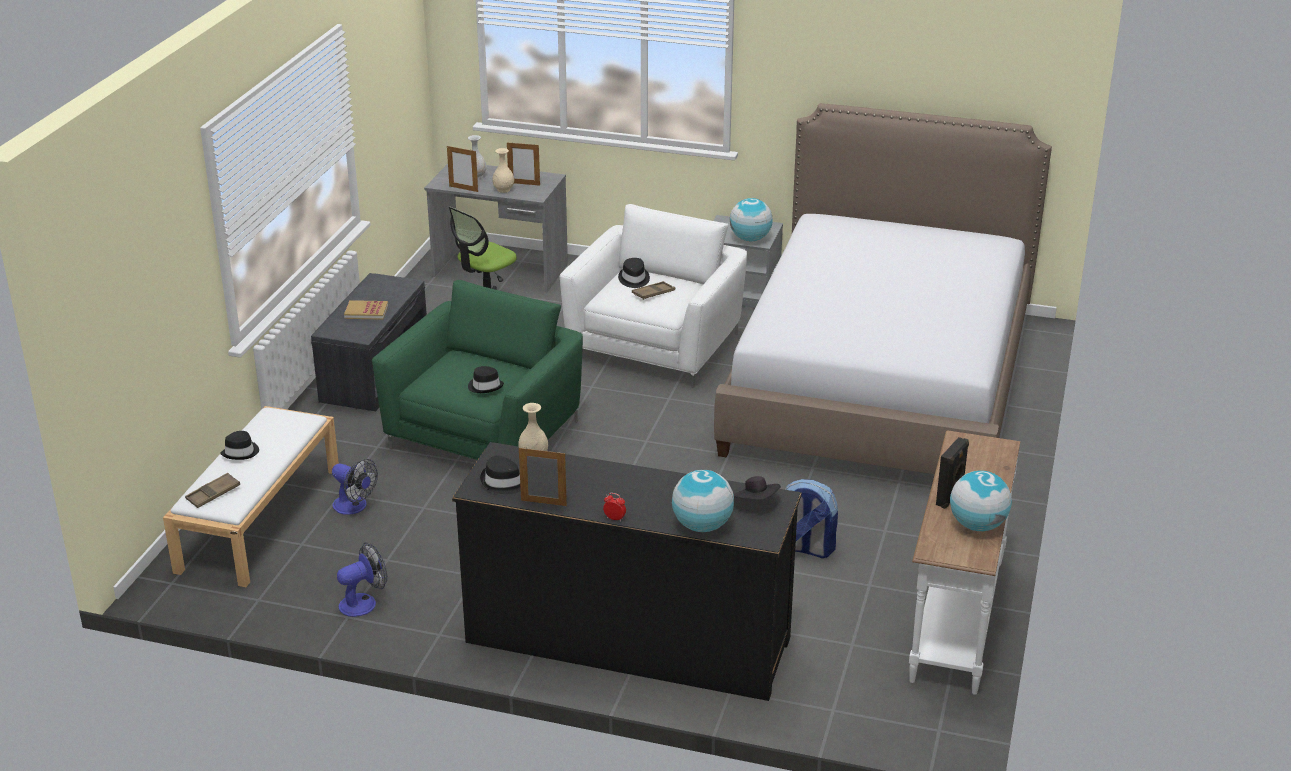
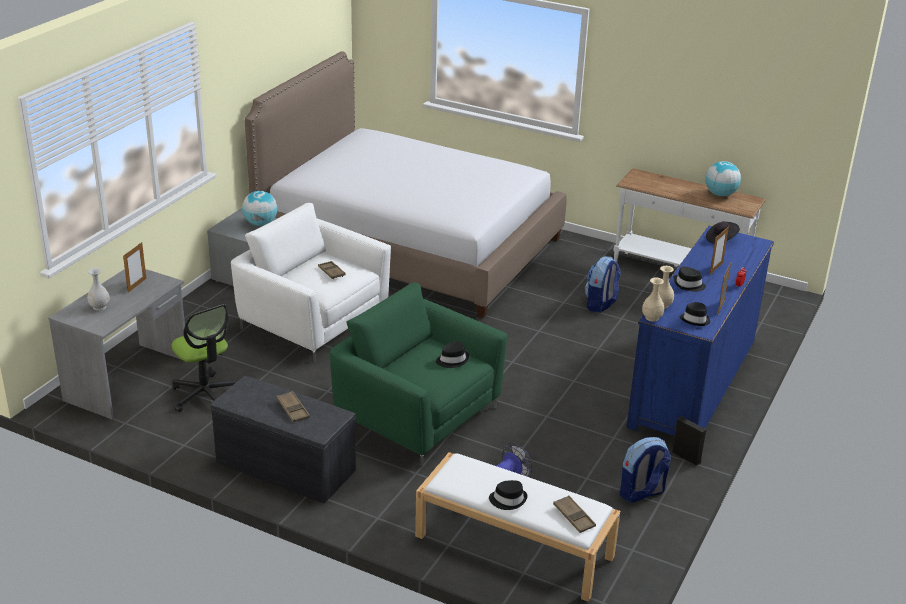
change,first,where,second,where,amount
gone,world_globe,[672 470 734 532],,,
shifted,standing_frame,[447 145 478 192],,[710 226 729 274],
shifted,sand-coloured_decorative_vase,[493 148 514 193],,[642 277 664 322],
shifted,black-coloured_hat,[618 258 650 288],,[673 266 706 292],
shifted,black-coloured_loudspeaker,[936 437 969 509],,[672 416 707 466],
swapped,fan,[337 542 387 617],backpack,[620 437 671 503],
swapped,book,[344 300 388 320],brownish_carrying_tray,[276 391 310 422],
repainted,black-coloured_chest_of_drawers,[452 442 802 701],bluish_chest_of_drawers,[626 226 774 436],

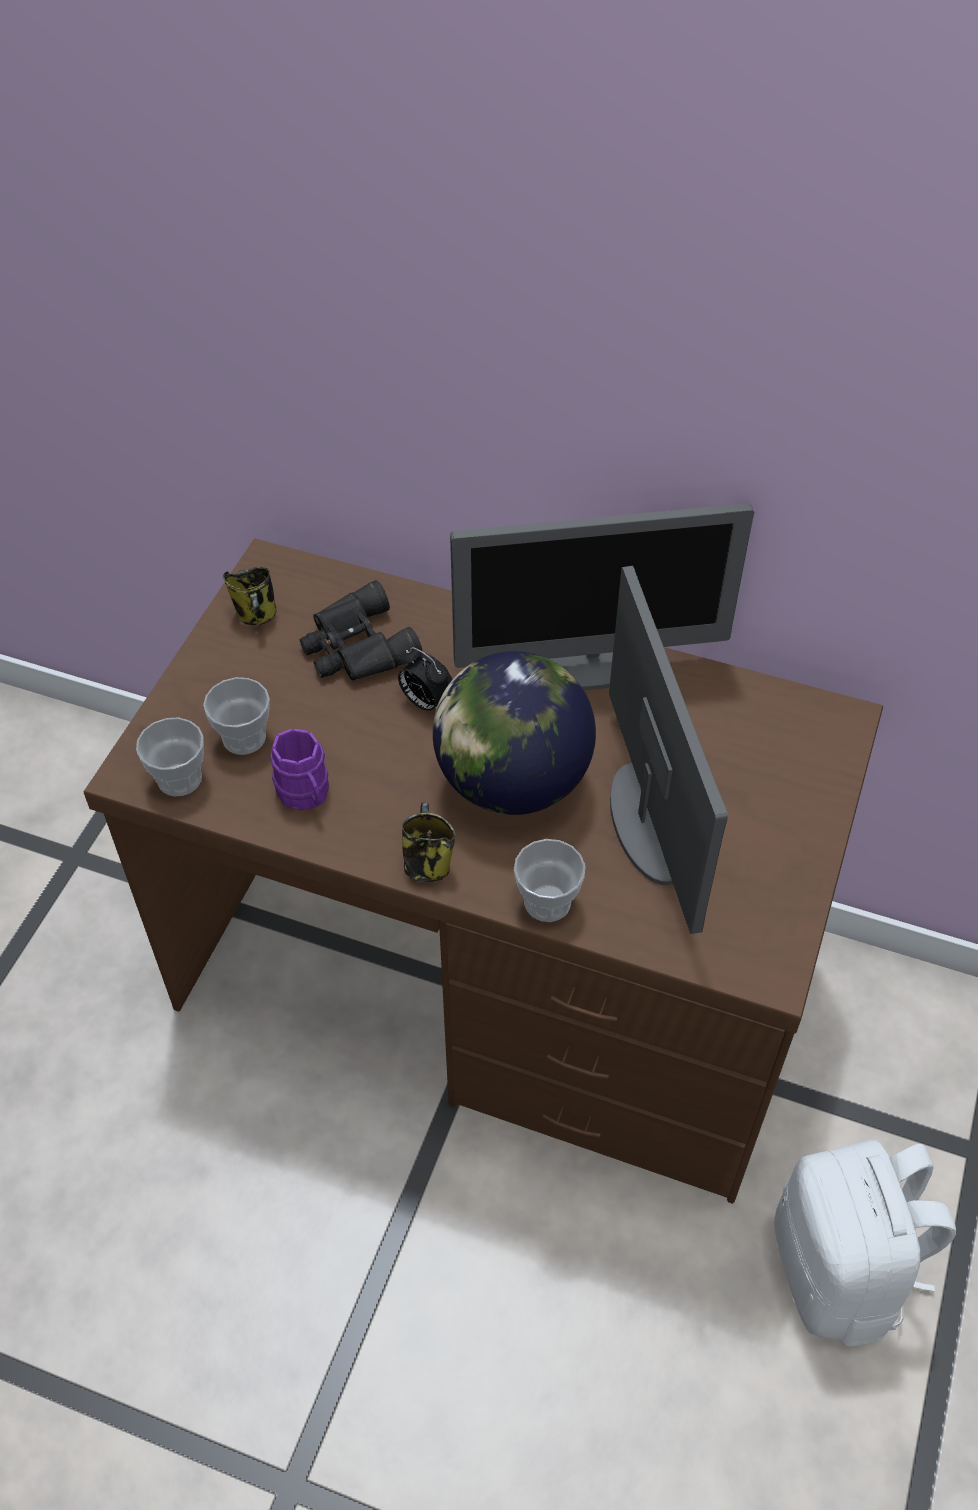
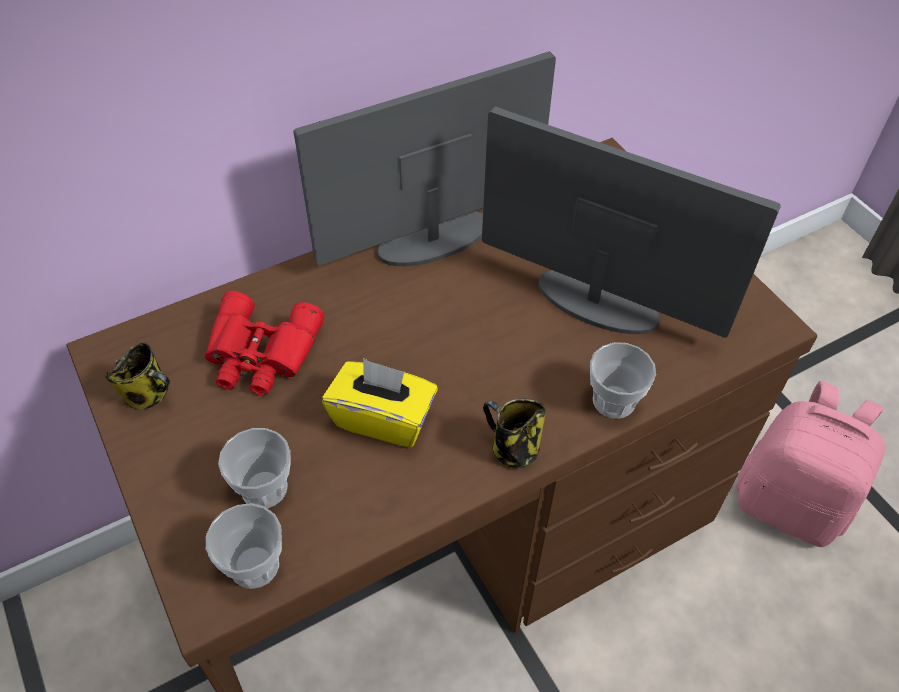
change,first,where,second,where,amount
gone,purple-coloured_tea_mug,[270 729 329 810],,,
gone,alarm_clock,[398 647 453 711],,,
gone,world_globe,[433 651 596 815],,,
new,,,yellow_tissue_holder,[322 358 438 447],
repainted,black-coloured_field_glasses,[299 580 423 680],reddish_field_glasses,[205 291 324 396],
repainted,white-coloured_backpack,[774 1140 956 1347],pinkish_backpack,[736 381 885 547],
rotated,computer_screen,[450 503 754 690],,[293 52 556 266],150 degrees counterclockwise

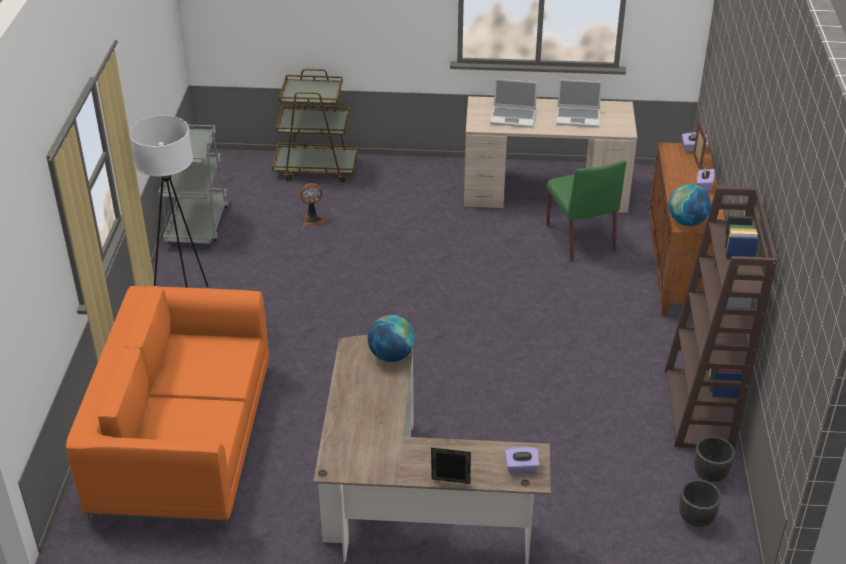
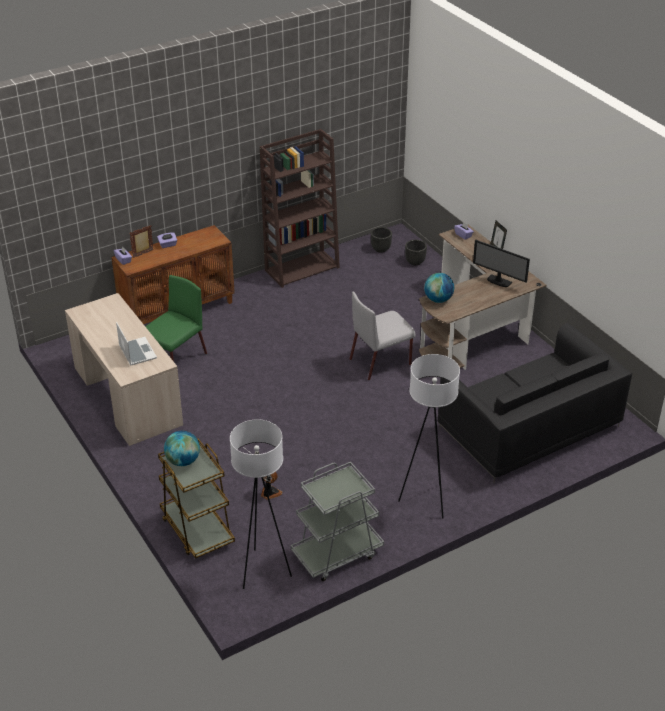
change,first,where,second,where,amount
gone,notebook_computer,[556 79 602 127],,,
new,,,white-coloured_floor_lamp,[230 419 292 589],
new,,,greyish_plain_chair,[349 291 416 380],
new,,,computer_screen,[473 240 530 287],
shifted,world_globe,[668 184 711 226],,[164 431 200 466],
shifted,black-coloured_planter,[694 436 735 482],,[405 240 427 265],
repainted,orange_settee,[66 286 269 529],black-coloured_settee,[438 323 632 483],

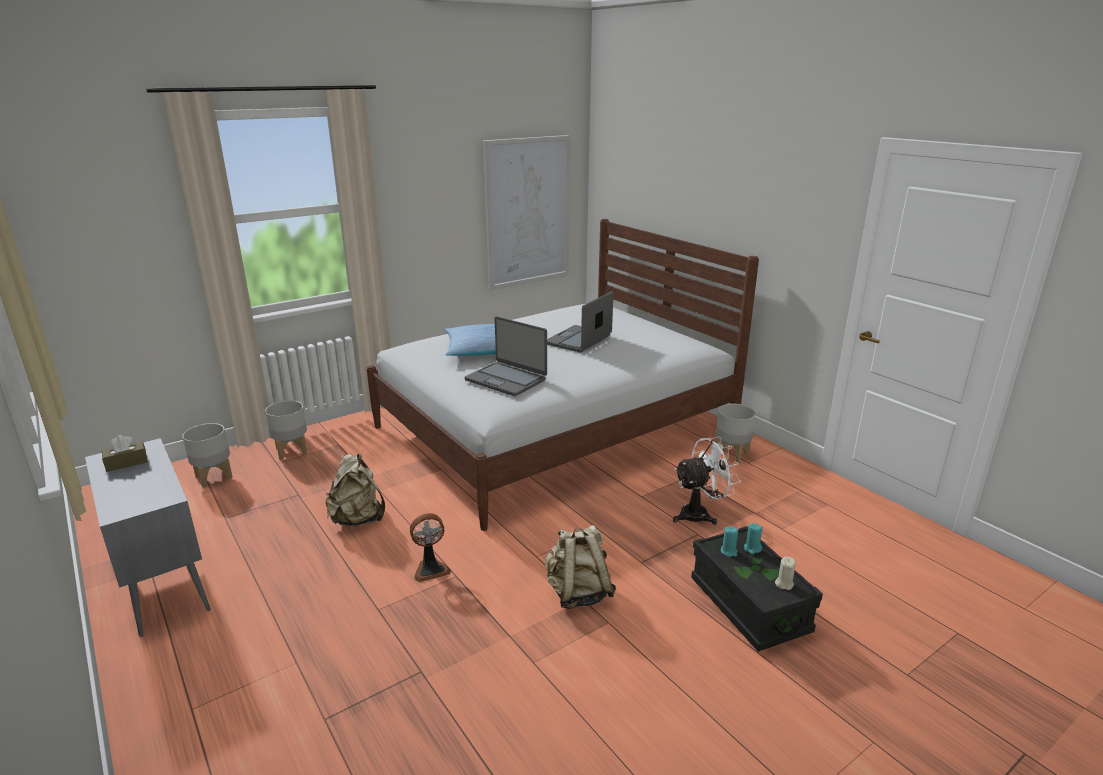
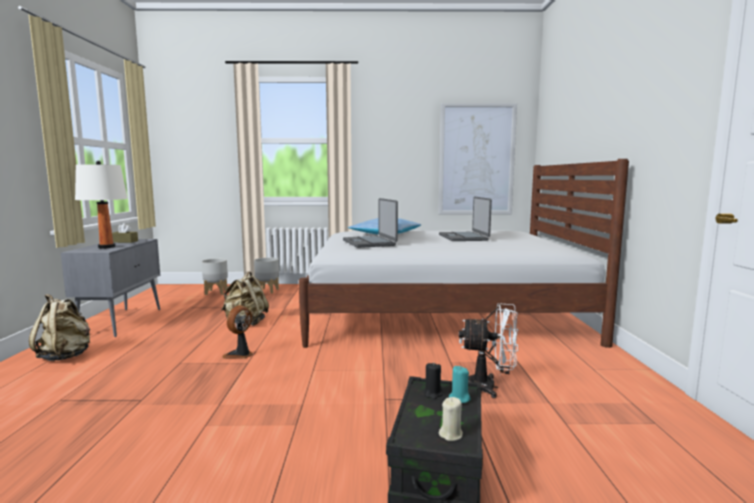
change,first,where,second,where,amount
gone,greyish_planter,[716 404 756 463],,,
new,,,white-coloured_lamp_for_a_table,[75 161 128 249],
shifted,sand-coloured_backpack,[545 525 616 609],,[29 294 90 361],
repainted,turquoise_candle,[721 527 738 557],black-coloured_candle,[424 363 443 399],
rotated,fan,[410 513 451 582],,[222 305 253 359],105 degrees clockwise
rotated,notebook_computer,[547 291 613 353],,[439 196 492 241],75 degrees counterclockwise

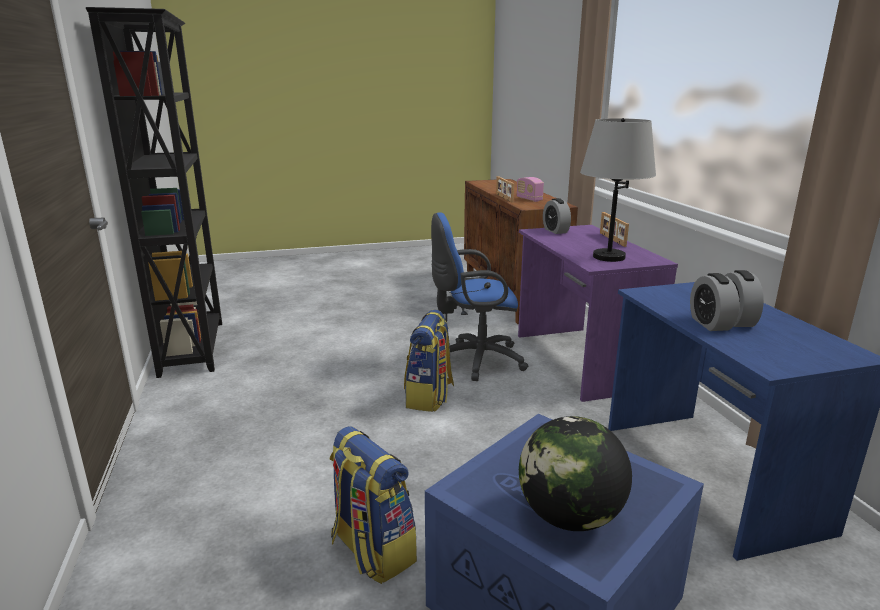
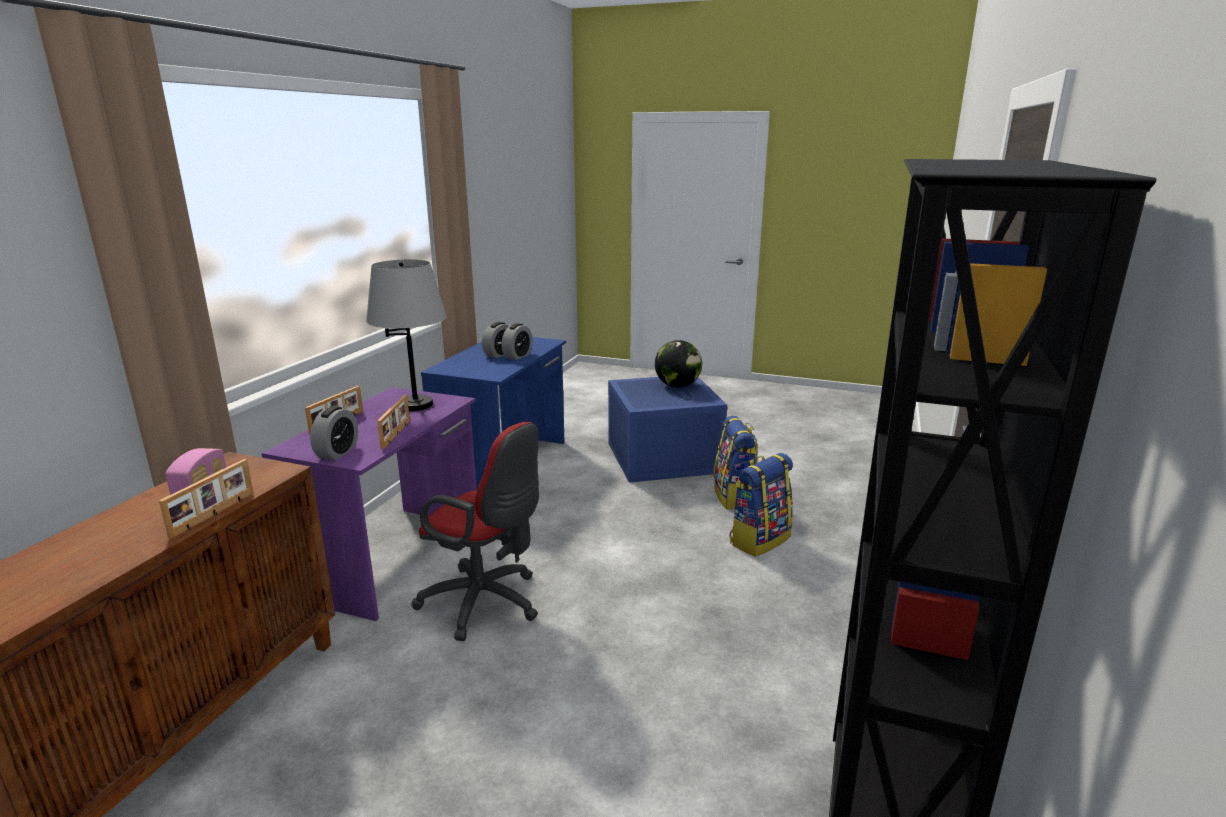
change,first,where,second,where,amount
new,,,standing_frame,[377 395 410 449],
shifted,backpack,[404 310 454 412],,[730 453 793 557],
repainted,bluish_desk_chair,[431 212 528 381],reddish_desk_chair,[411 422 539 641],

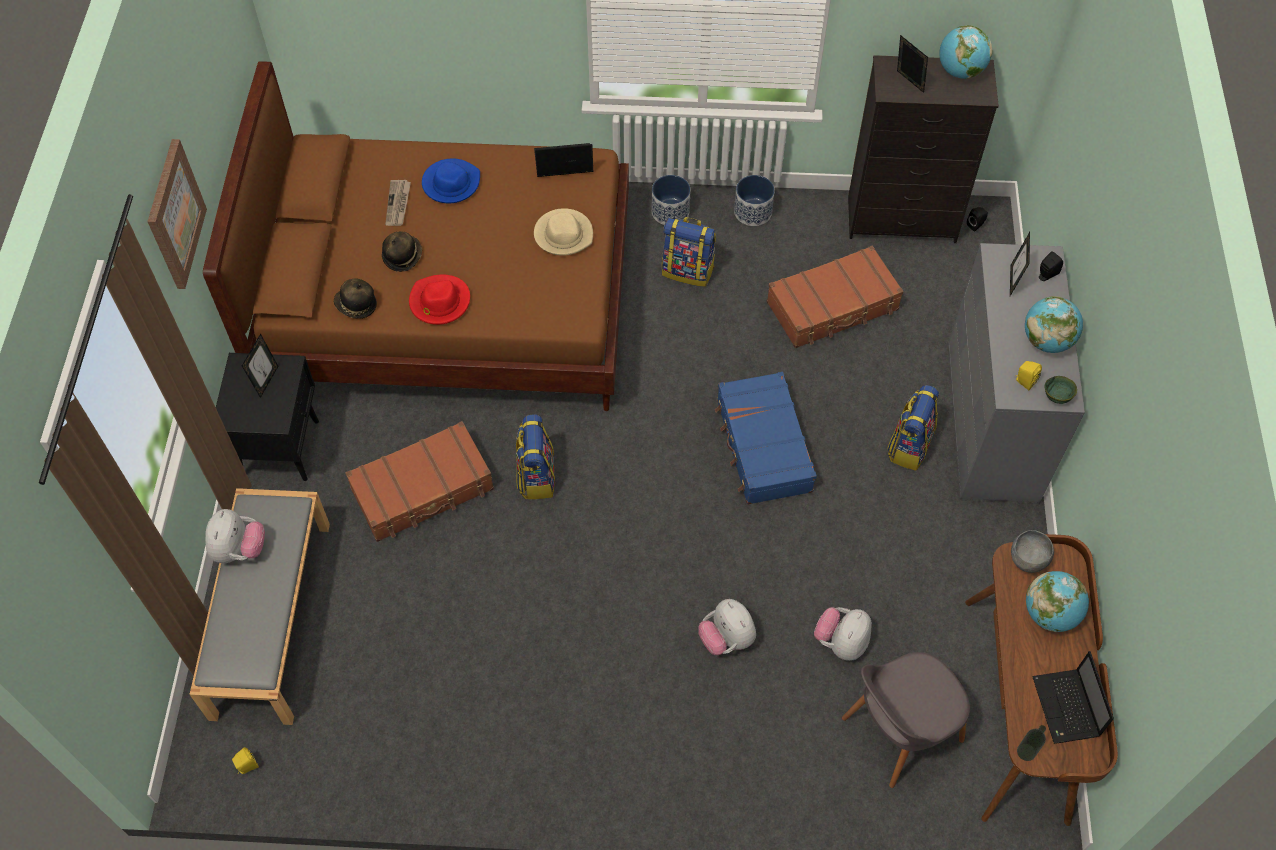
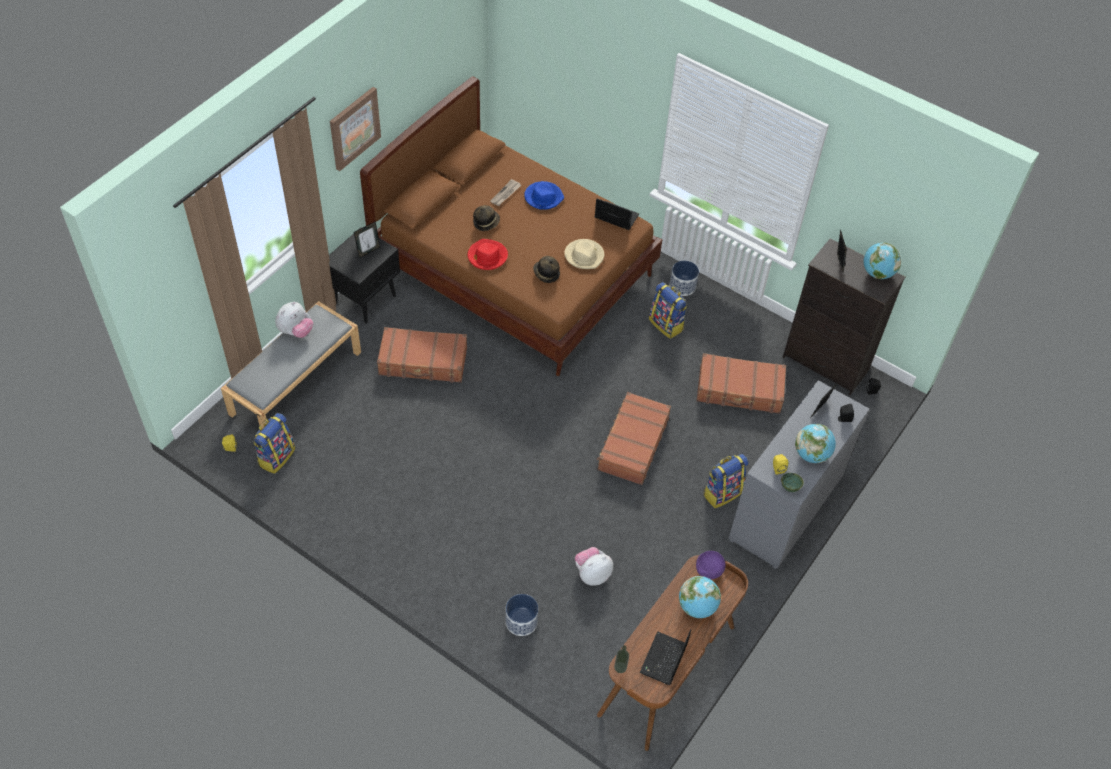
change,first,where,second,where,amount
gone,soft_toy,[698 599 756 655],,,
gone,greyish_plain_chair,[842 652 970 788],,,
shifted,hat,[334 278 377 319],,[533 256 560 283],
shifted,backpack,[516 414 555 499],,[253 413 295 474],
shifted,planter,[734 175 775 226],,[505 594 538 636],
repainted,bluish_travel_case,[715 372 817 505],brownish_travel_case,[597 392 671 485],
repainted,greyish_serving_bowl,[1011 530 1054 573],purple-coloured_serving_bowl,[696 551 726 579],

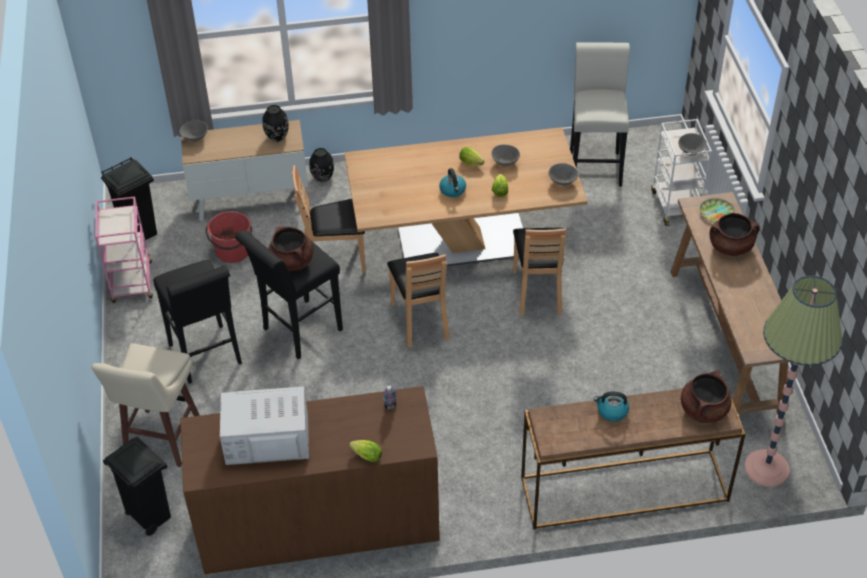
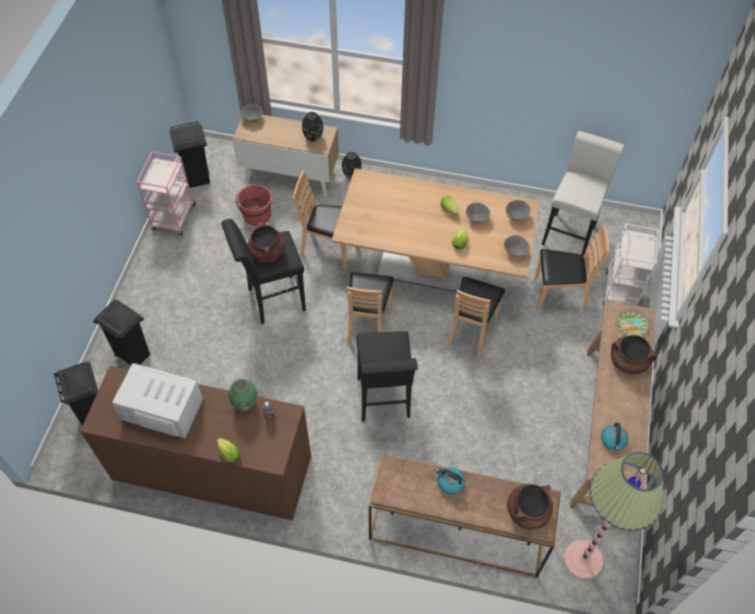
change,first,where,second,where,amount
new,,,green-coloured_decorative_vase,[229 379 257 411],
new,,,brownish_plain_chair,[534 224 609 311],
shifted,black-coloured_sitting_stool,[153 260 242 384],,[356 331 418 421],
shifted,tea_kettle,[439 168 466 197],,[601 423 628 451],
shifted,greyish_serving_bowl,[678 133 707 156],,[506 200 531 220],
swapped,sand-coloured_sitting_stool,[92 343 200 467],black-coloured_trash_can,[93 299 150 365],

